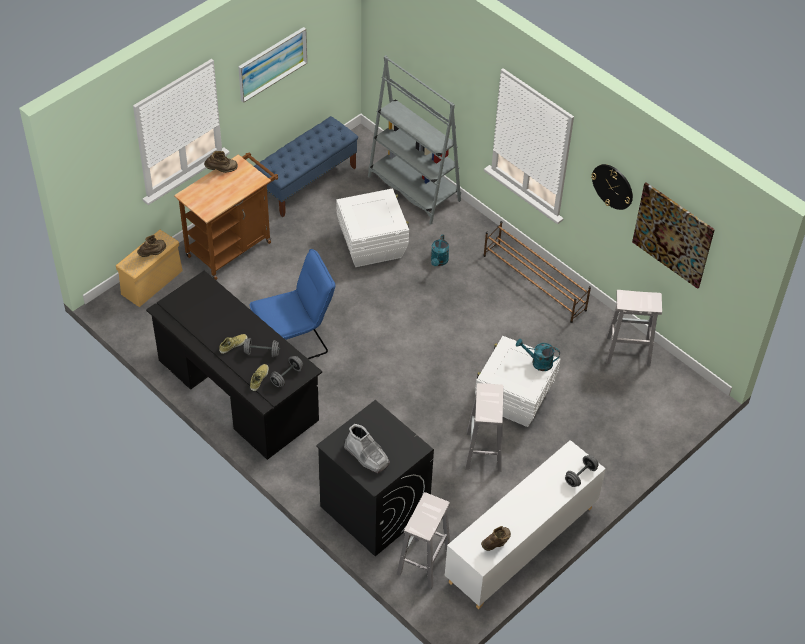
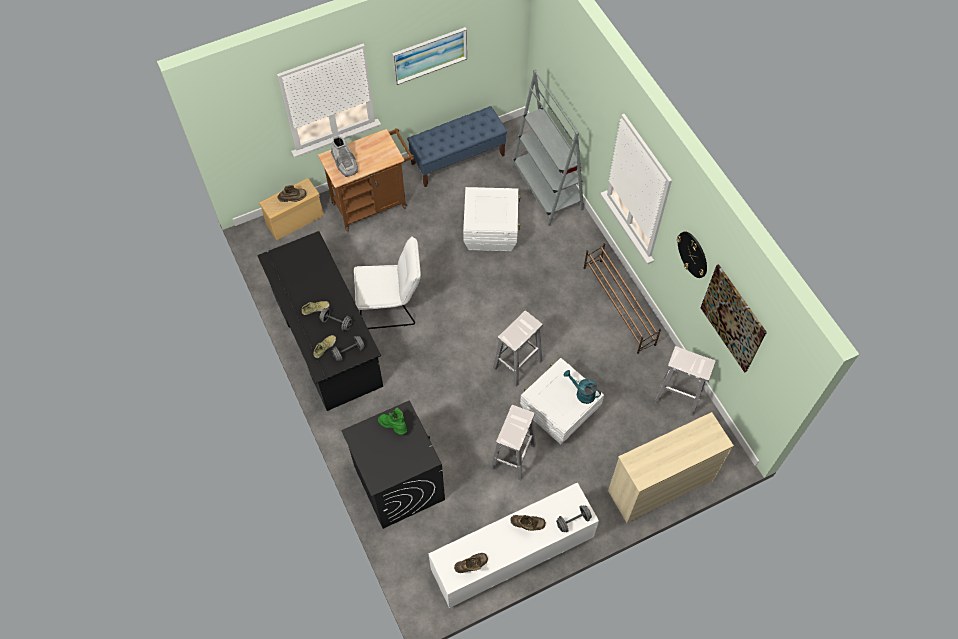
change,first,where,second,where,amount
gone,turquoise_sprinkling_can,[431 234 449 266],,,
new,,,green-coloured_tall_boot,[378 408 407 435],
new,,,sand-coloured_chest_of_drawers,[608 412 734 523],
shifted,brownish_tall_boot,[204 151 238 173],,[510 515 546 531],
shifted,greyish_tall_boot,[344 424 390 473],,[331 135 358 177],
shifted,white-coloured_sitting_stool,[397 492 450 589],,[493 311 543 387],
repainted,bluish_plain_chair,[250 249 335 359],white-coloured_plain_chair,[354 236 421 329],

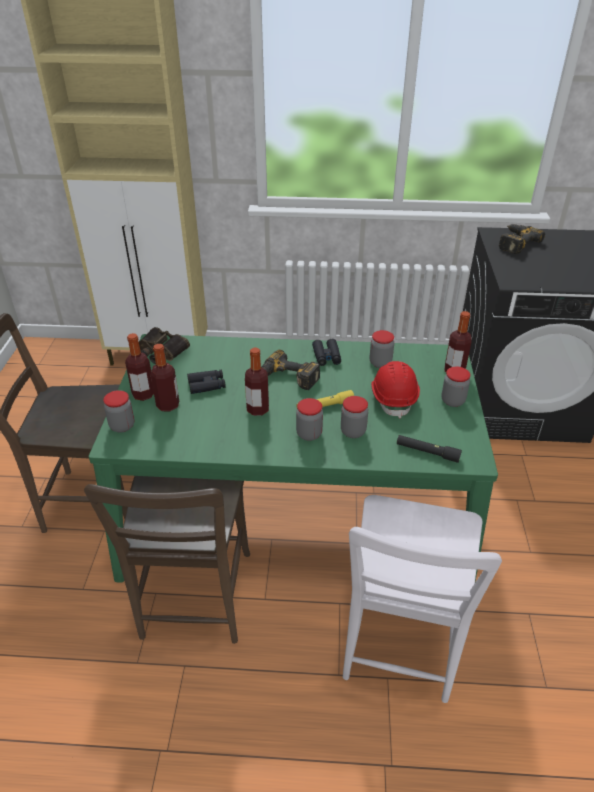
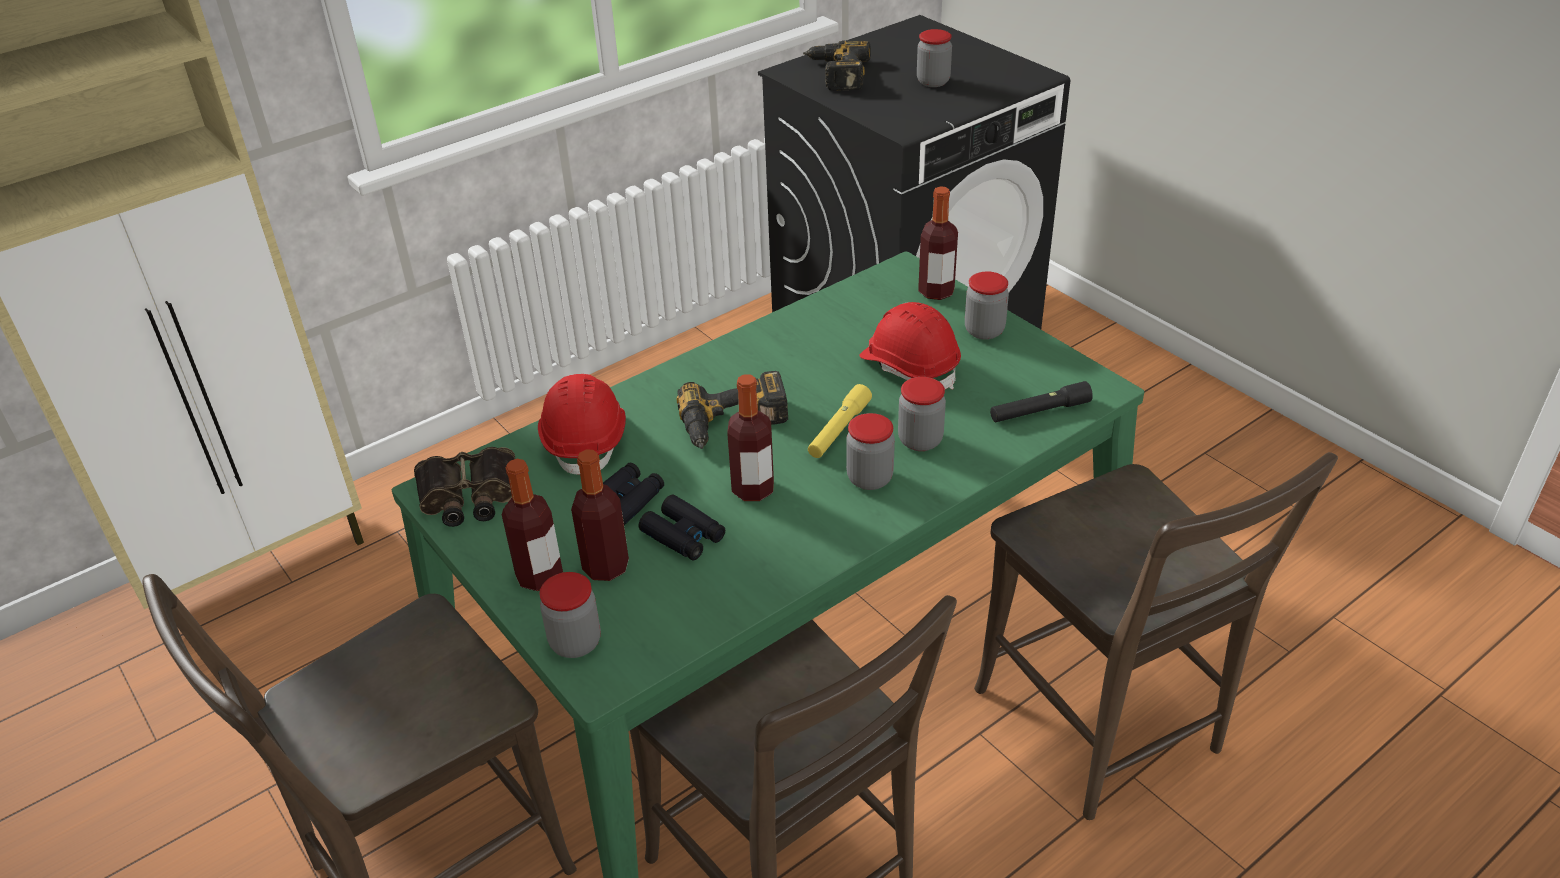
change,first,where,second,where,amount
new,,,reddish_safety_helmet,[538 374 626 474],
shifted,black-coloured_field_glasses,[312 339 341 366],,[639 495 725 560],
shifted,preserve_jar,[370 330 394 368],,[917 29 952 87],
repainted,white-coloured_plain_chair,[343 495 502 703],brownish_plain_chair,[974 452 1338 820],

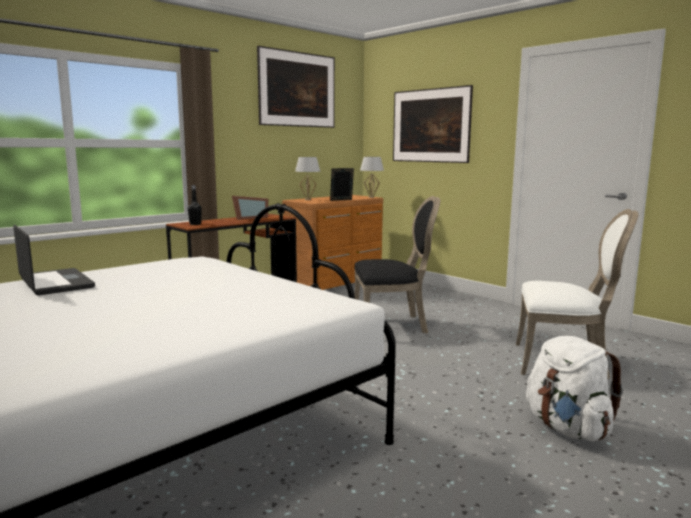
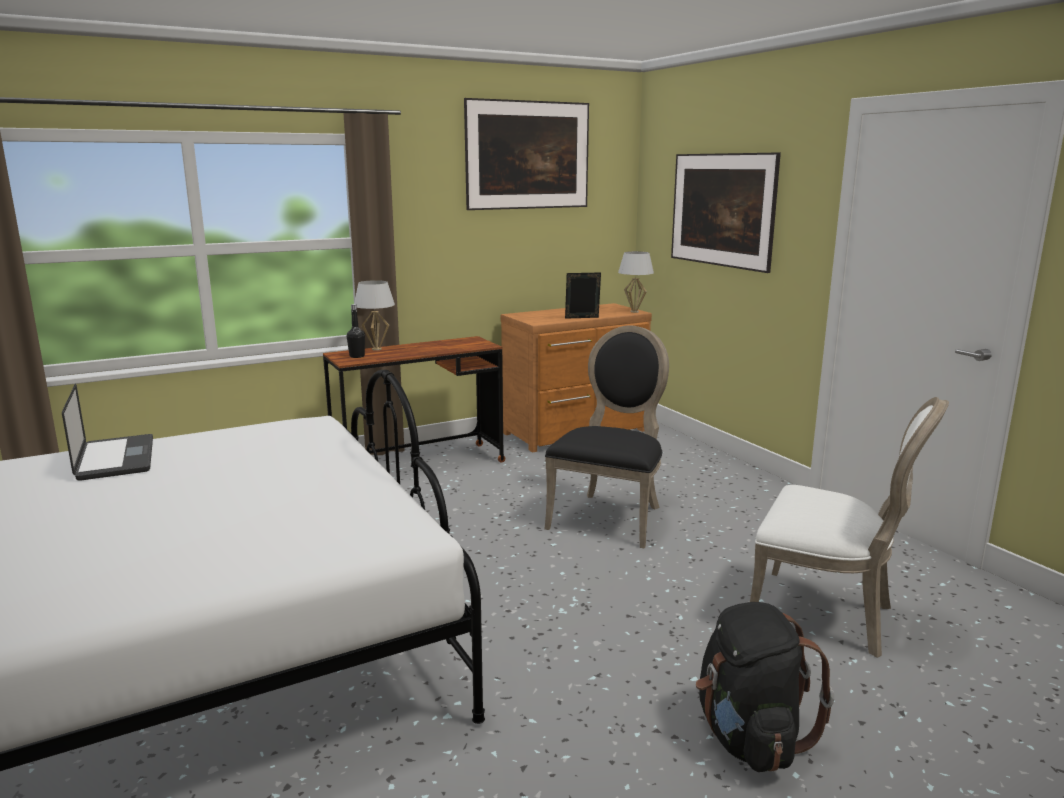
change,first,where,second,where,amount
gone,standing_frame,[232 196 268 220],,,
shifted,white-coloured_lamp_for_a_table,[295 157 320 200],,[354 280 395 351],
repainted,white-coloured_backpack,[526 336 623 442],black-coloured_backpack,[696 602 834 772],
rotated,black-coloured_plain_chair,[354 196 440 333],,[545 325 669 549],75 degrees counterclockwise

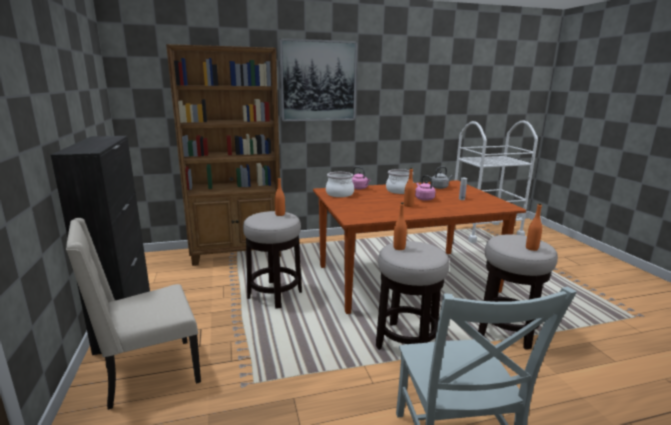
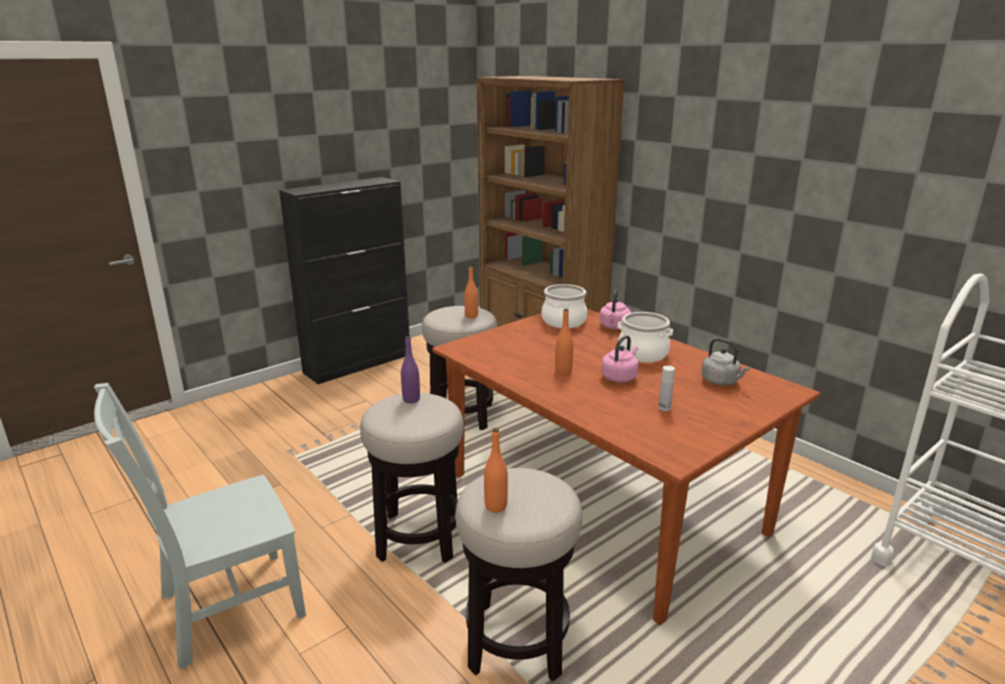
change,first,where,second,where,amount
gone,sand-coloured_plain_chair,[66 218 201 410],,,
gone,wall_picture,[279 38 357 121],,,
repainted,orange_drink_bottle,[393 202 407 250],purple-coloured_drink_bottle,[401 336 420 403],

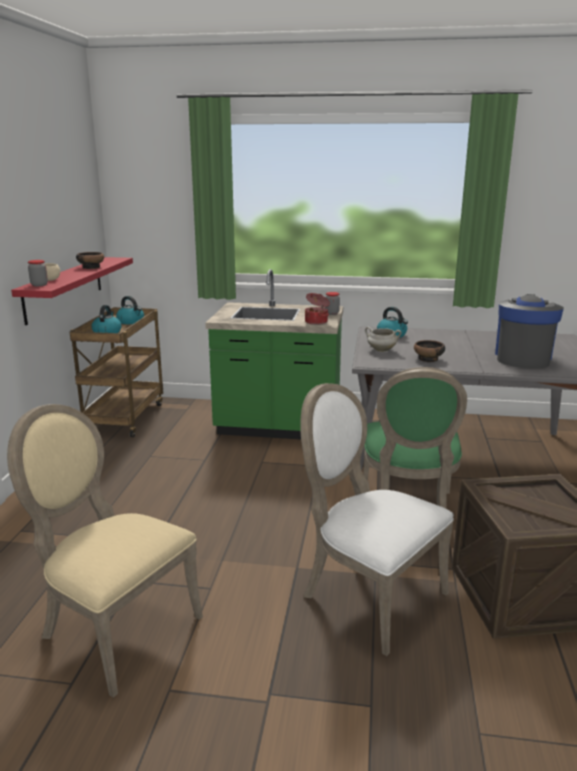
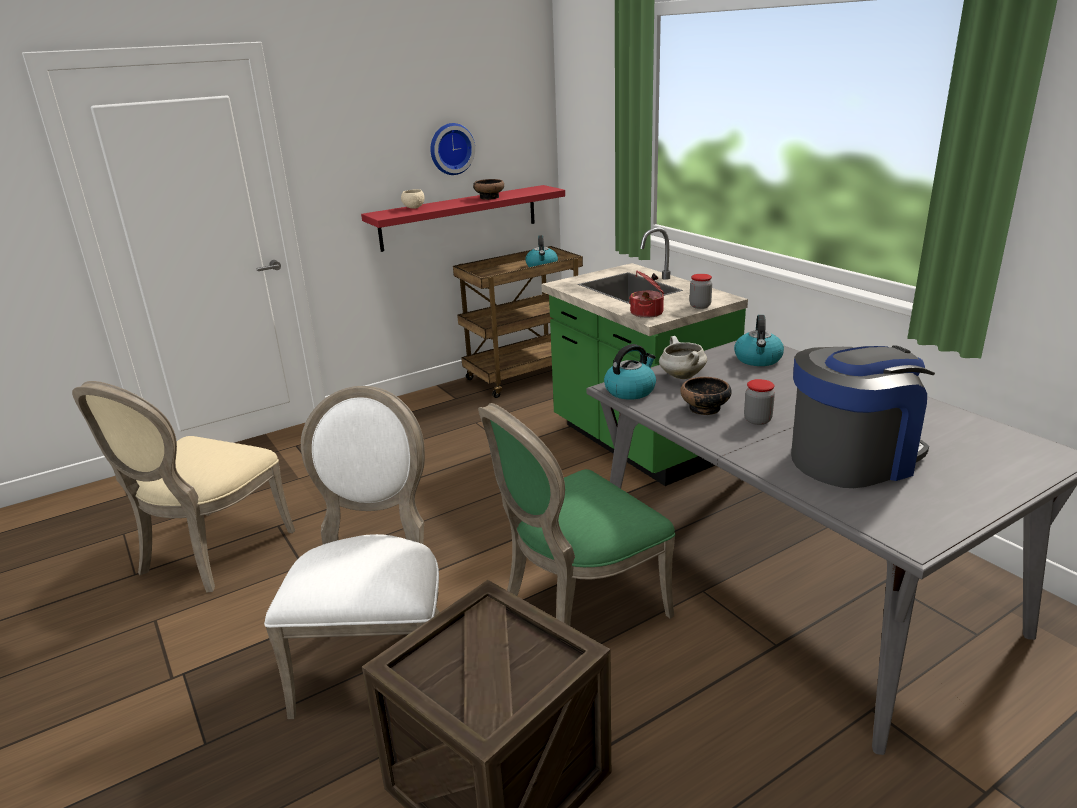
change,first,where,second,where,amount
new,,,hanging_clock,[430 123 475 175],
shifted,preserve_jar,[28 260 48 286],,[744 379 775 425],
shifted,tea_kettle,[91 305 122 333],,[604 344 656 400],
rotated,sand-coloured_plain_chair,[7 404 203 698],,[72 381 295 593],150 degrees counterclockwise

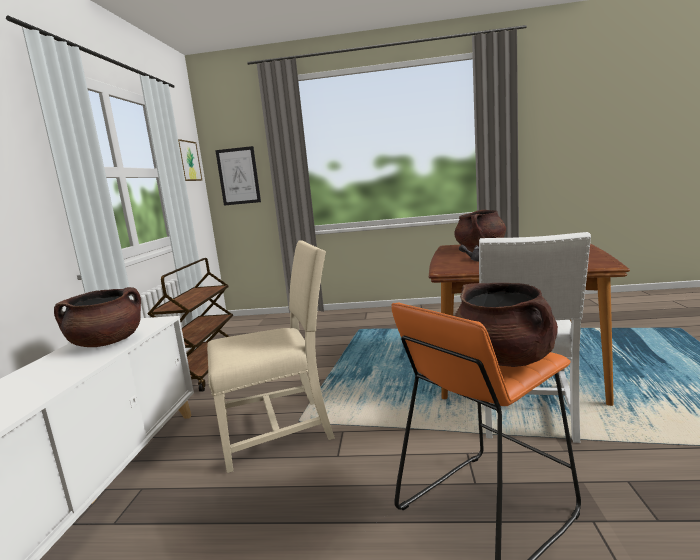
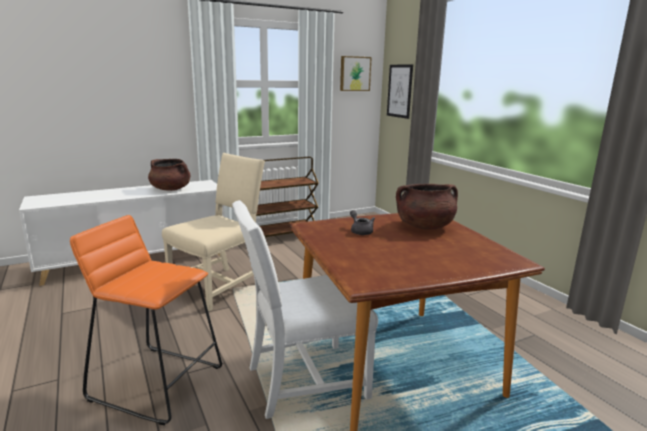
change,first,where,second,where,amount
gone,brownish_cooking_pot,[455 283 558 367],,,
rotated,sand-coloured_plain_chair,[207 240 335 473],,[162 153 265 311],90 degrees counterclockwise

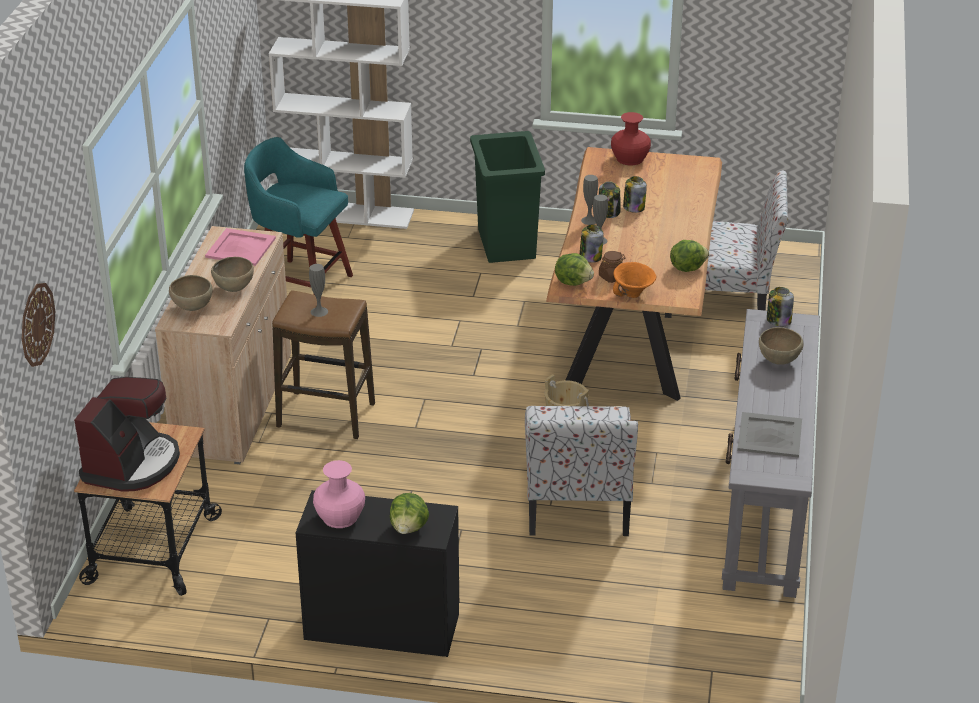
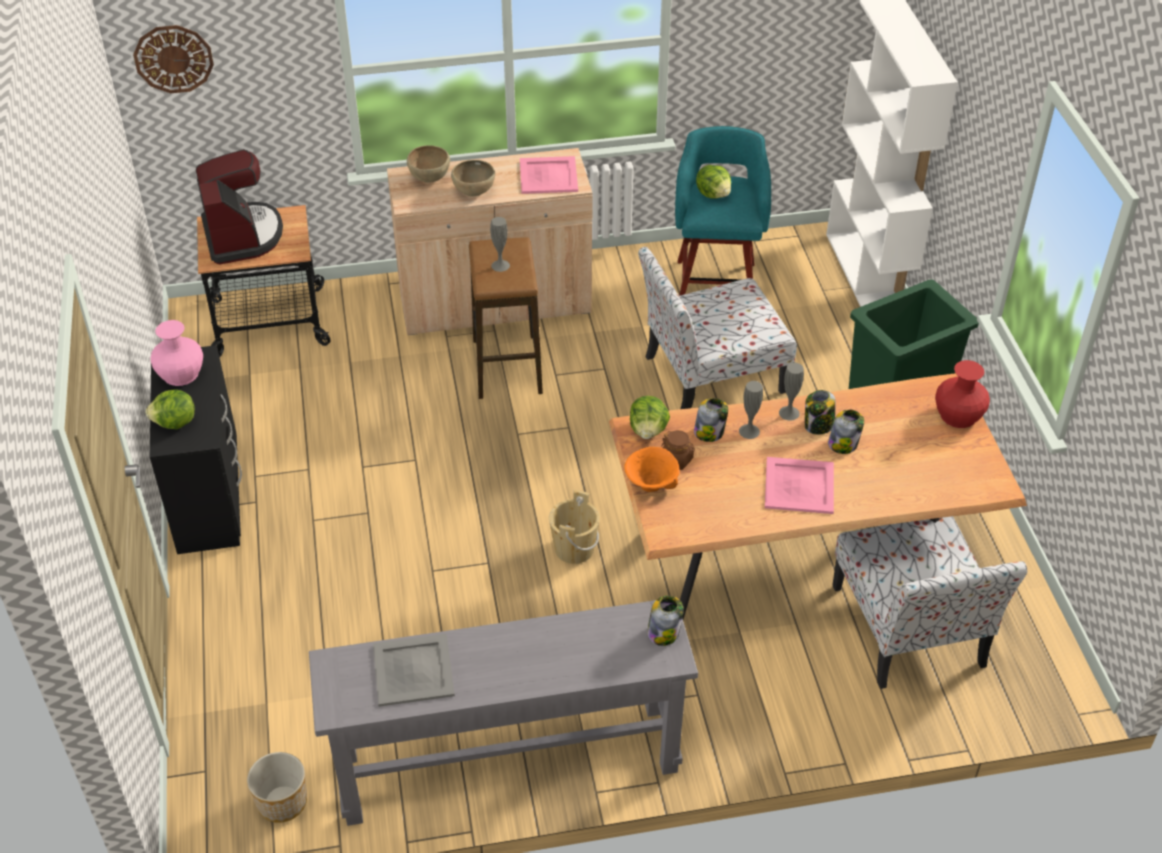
change,first,where,second,where,amount
gone,brownish_serving_bowl,[759 327 803 365],,,
new,,,planter,[247 752 307 823],
new,,,pinkish_carrying_tray,[765 457 834 514],
shifted,plain_chair,[525 406 638 536],,[638 247 797 409],
shifted,lettuce_head,[670 240 709 272],,[696 165 731 199],
rotated,coffee_brewer,[74 377 180 492],,[196 149 283 265],105 degrees counterclockwise

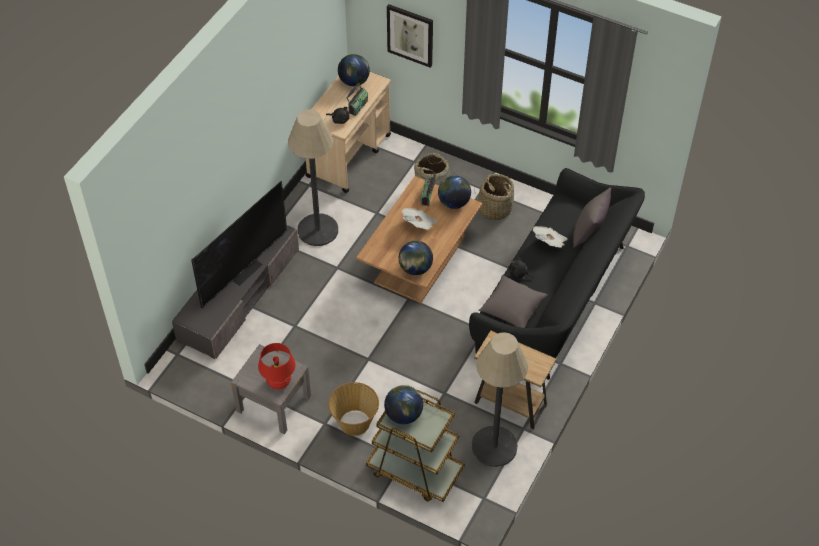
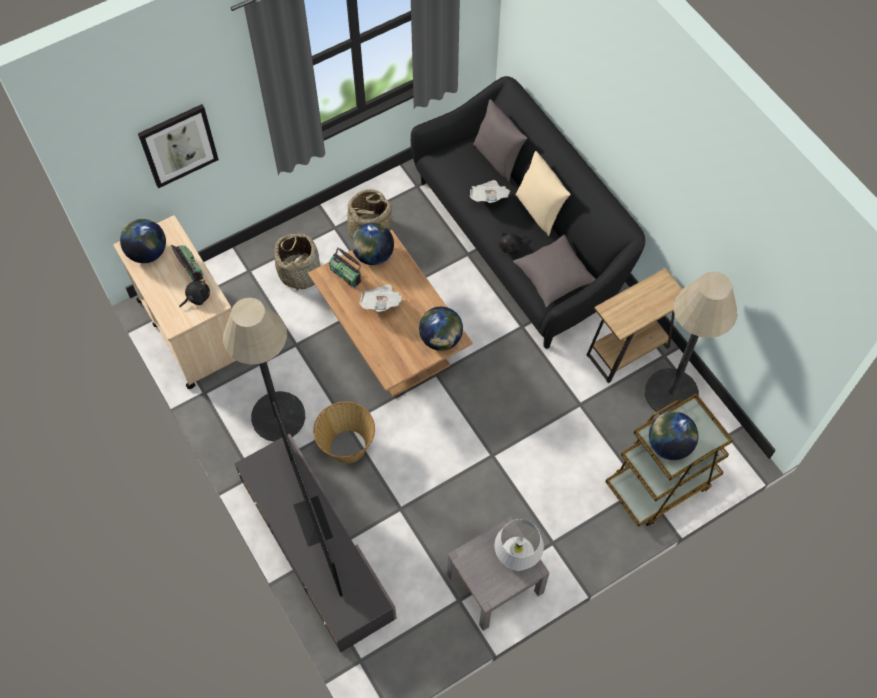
change,first,where,second,where,amount
new,,,sand-coloured_pillow,[516 151 571 236],
shifted,household_basket,[328 382 379 436],,[313 402 375 463],
repainted,reddish_lamp_for_a_table,[258 343 295 389],white-coloured_lamp_for_a_table,[495 519 544 571],

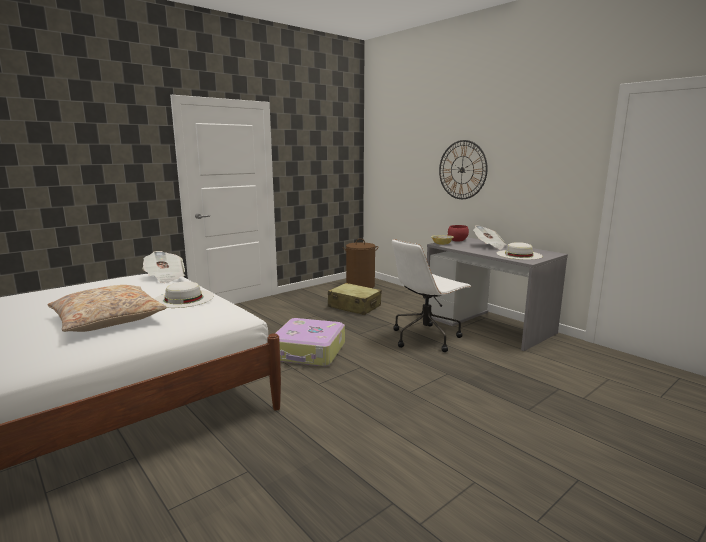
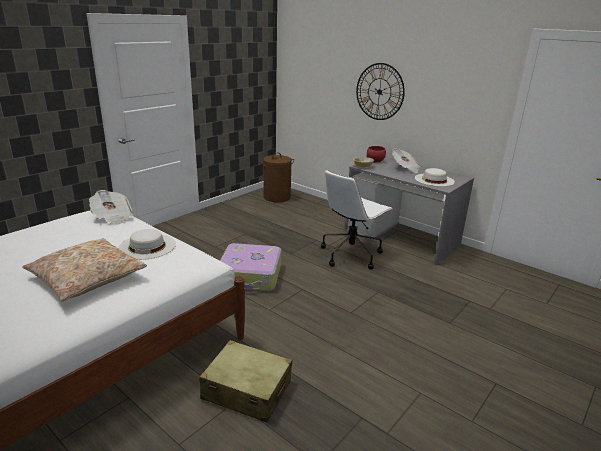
change,first,where,second,where,amount
shifted,sand-coloured_travel_case,[328 283 382 315],,[199 340 292 423],

